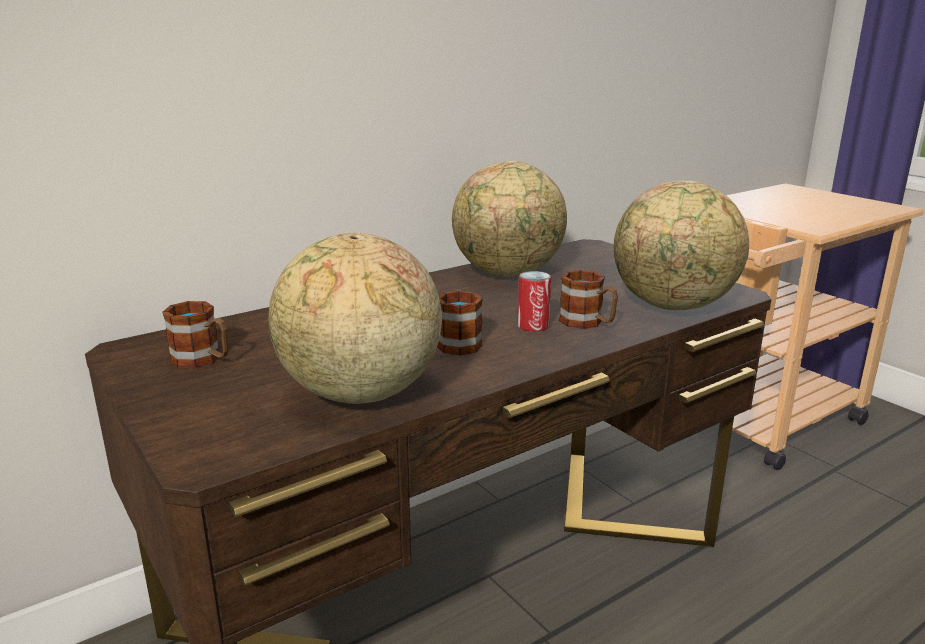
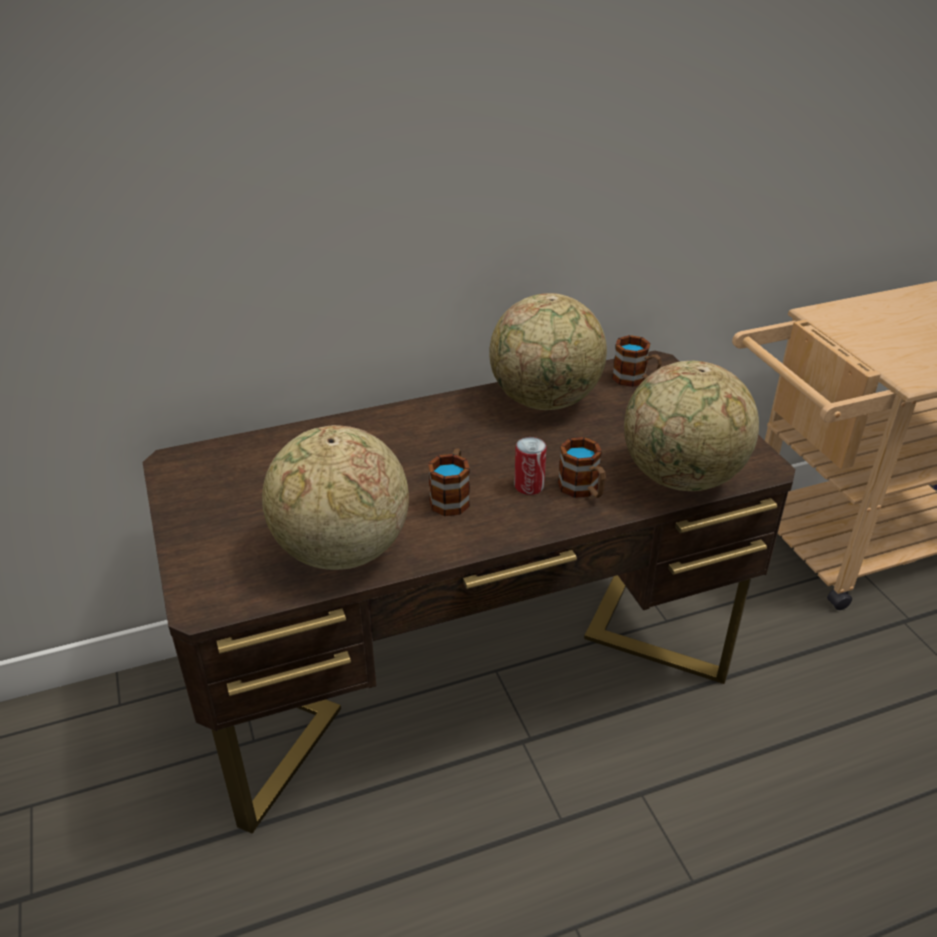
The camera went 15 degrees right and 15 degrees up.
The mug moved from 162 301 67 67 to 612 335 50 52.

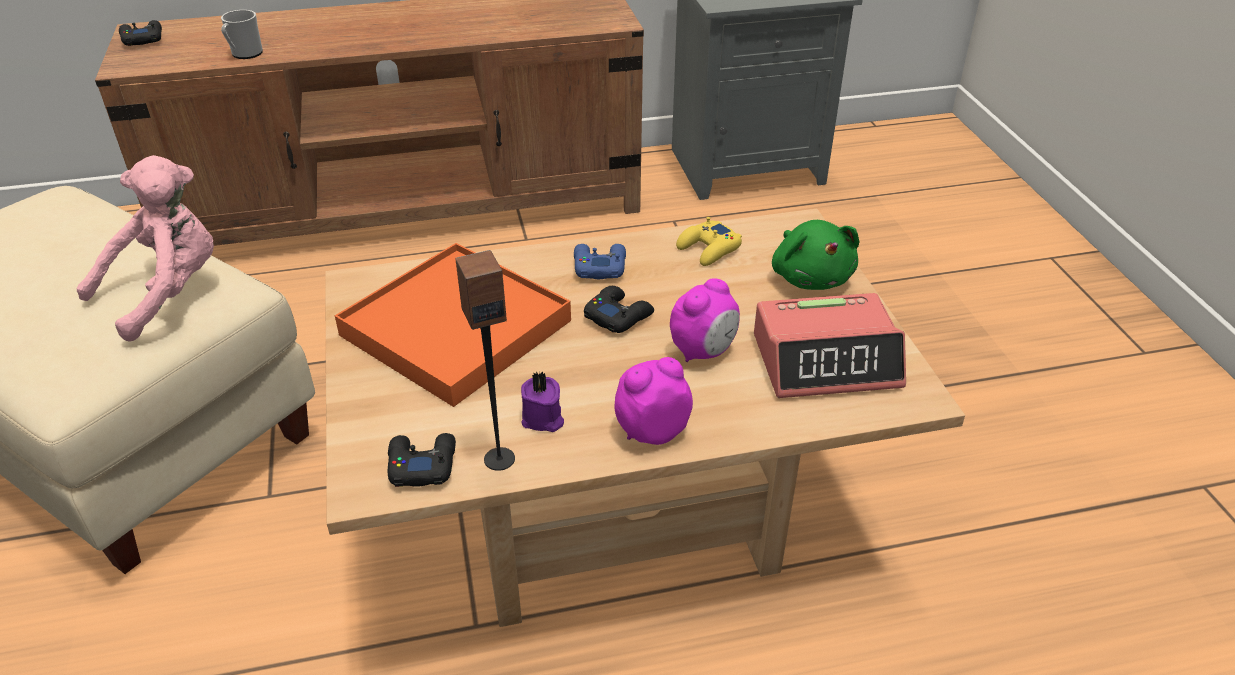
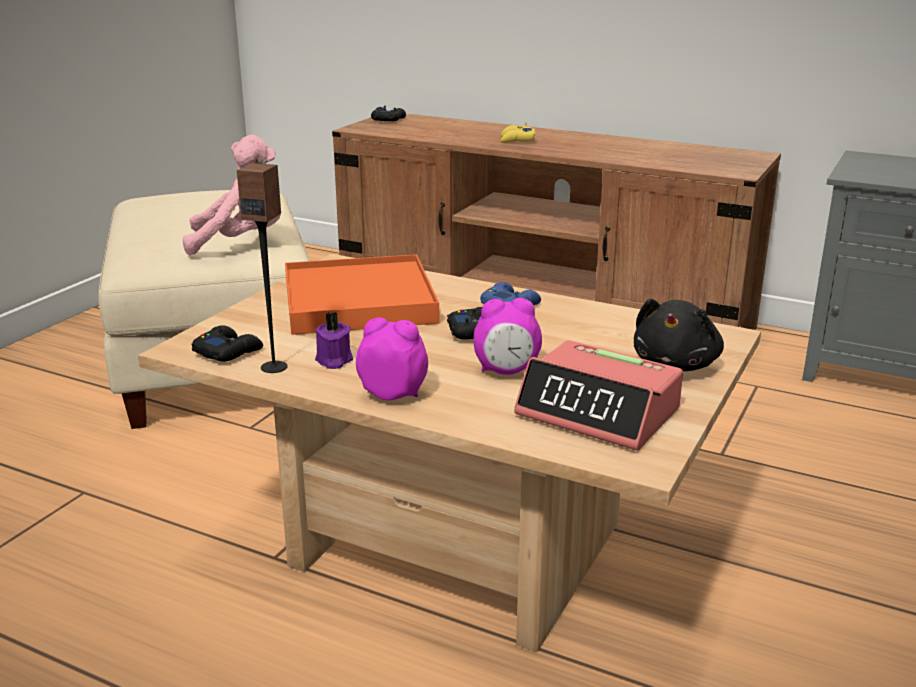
The camera went 40 degrees right and 15 degrees down.
The game controller/yellow moved from 676 217 66 49 to 500 123 35 20.
The plush toy/green at 772 220 87 70 became the plush toy/black at 634 298 90 73.
The mug at 221 10 42 49 disappeared.

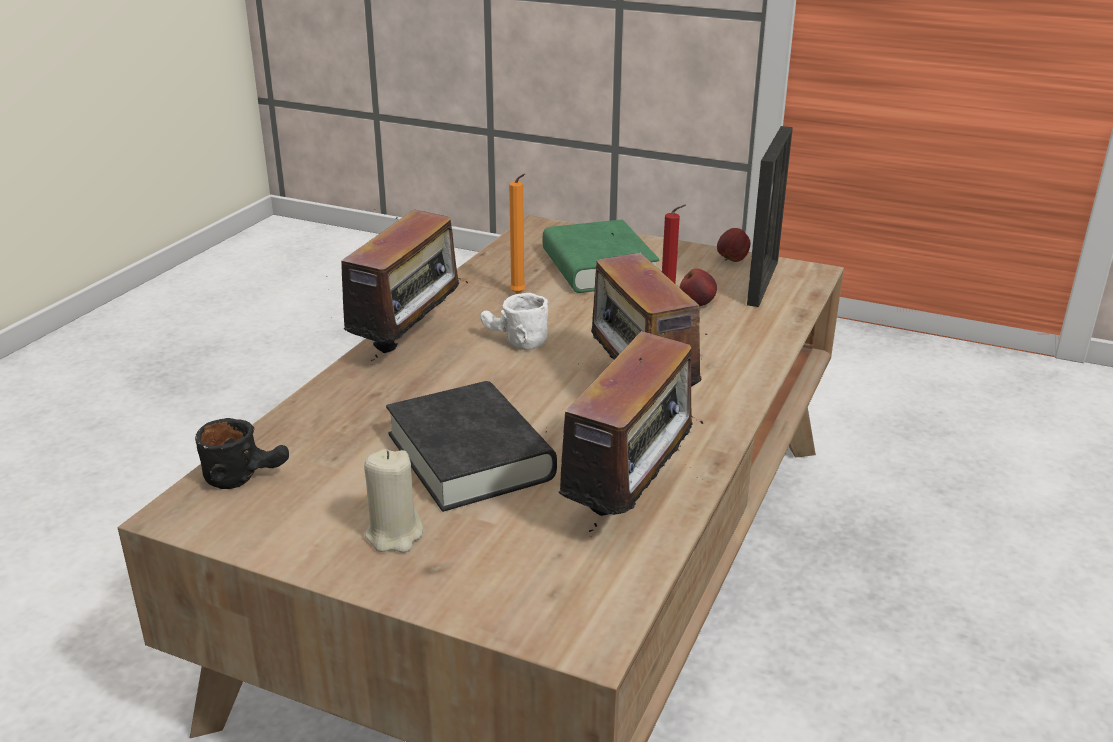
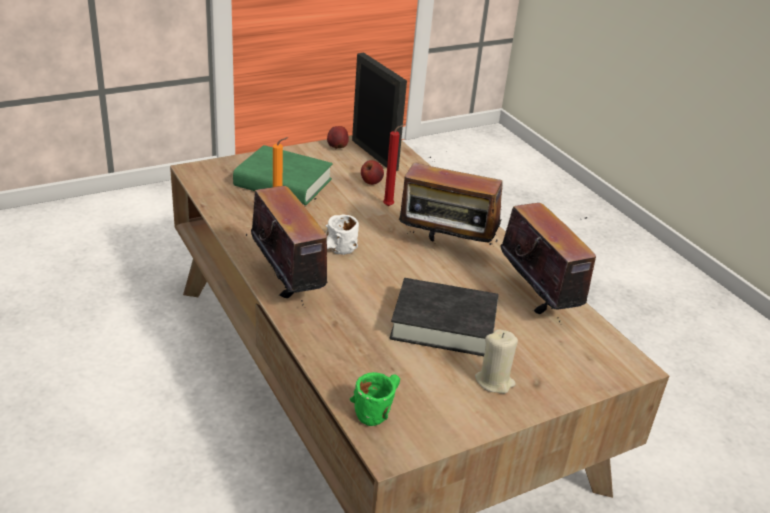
The camera went 55 degrees left and 5 degrees up.
The mug/black at 195 418 94 71 became the mug/green at 350 372 50 54.

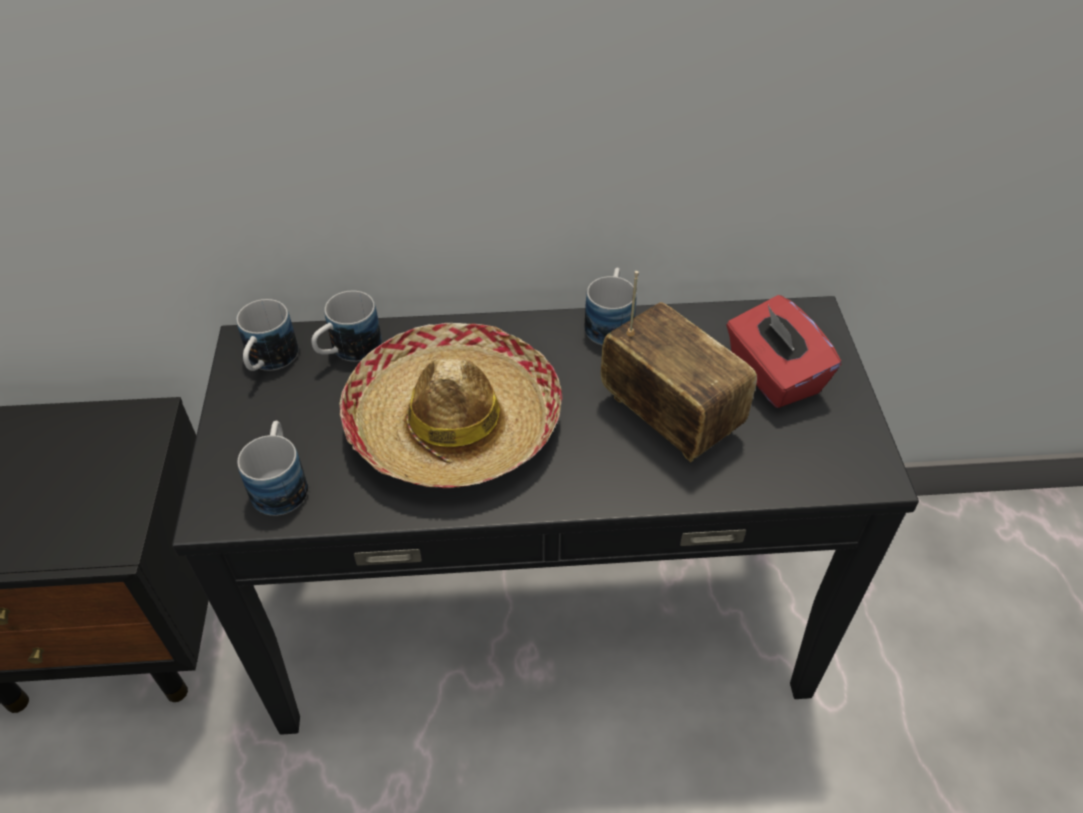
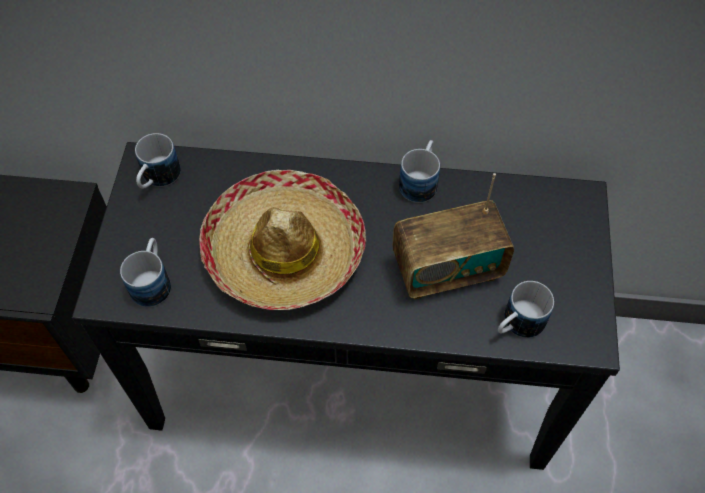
The camera went 10 degrees right and 10 degrees up.
The radio at 601 271 156 191 turned 105 degrees clockwise.
The mug moved from 311 291 71 71 to 498 281 56 57.
The tissue box/red at 726 295 115 113 disappeared.

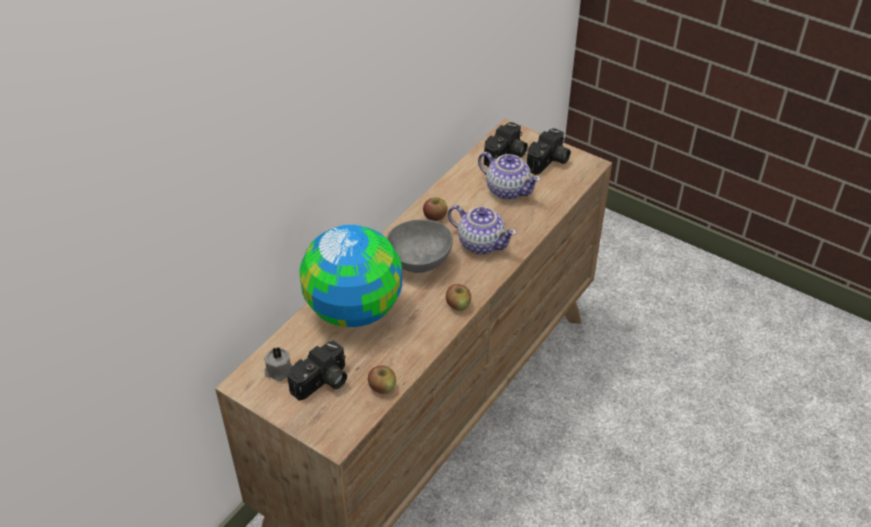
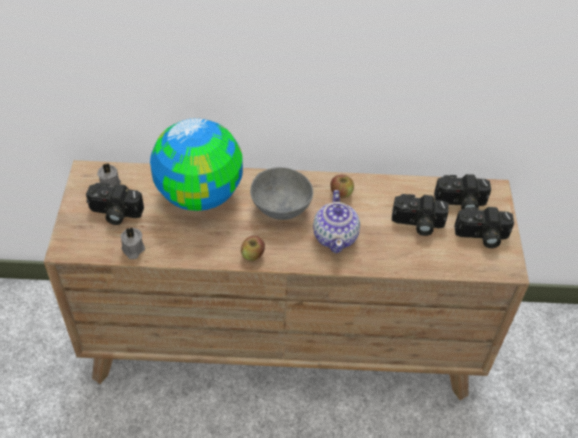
The camera went 55 degrees right and 5 degrees up.
The apple at 368 365 28 29 was replaced by the candle/grey at 121 227 24 32.
The teapot at 478 152 63 48 was replaced by the photo camera at 392 194 57 42.

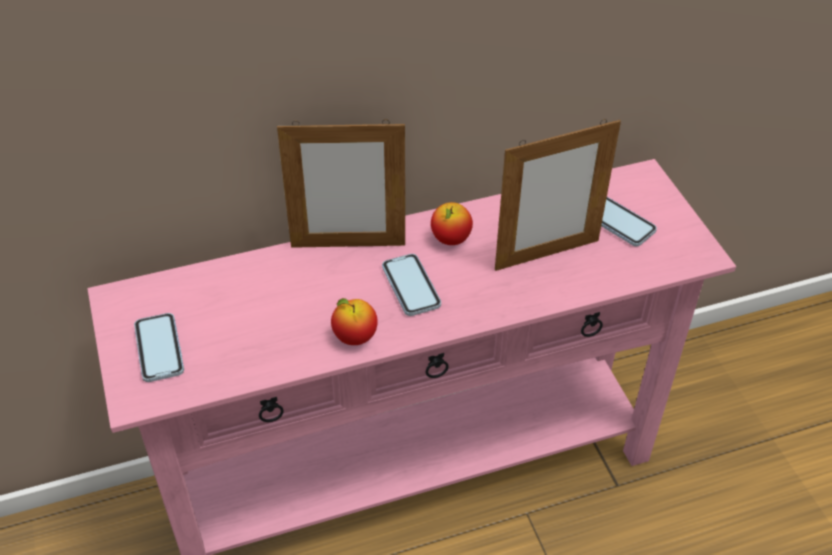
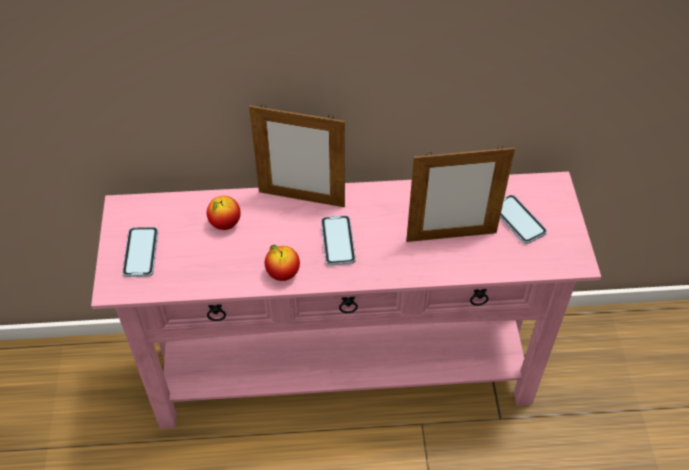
The camera went 15 degrees right and 5 degrees up.
The apple moved from 431 202 42 43 to 207 196 34 34.

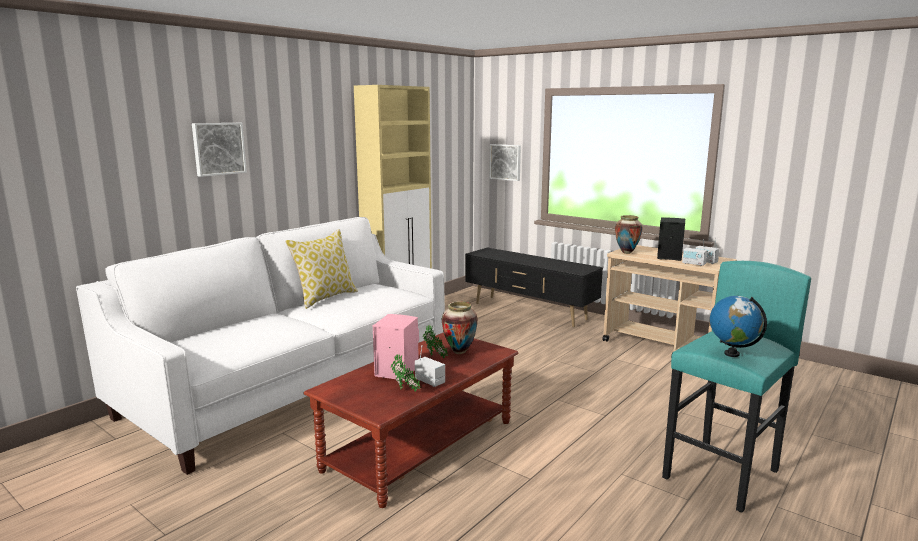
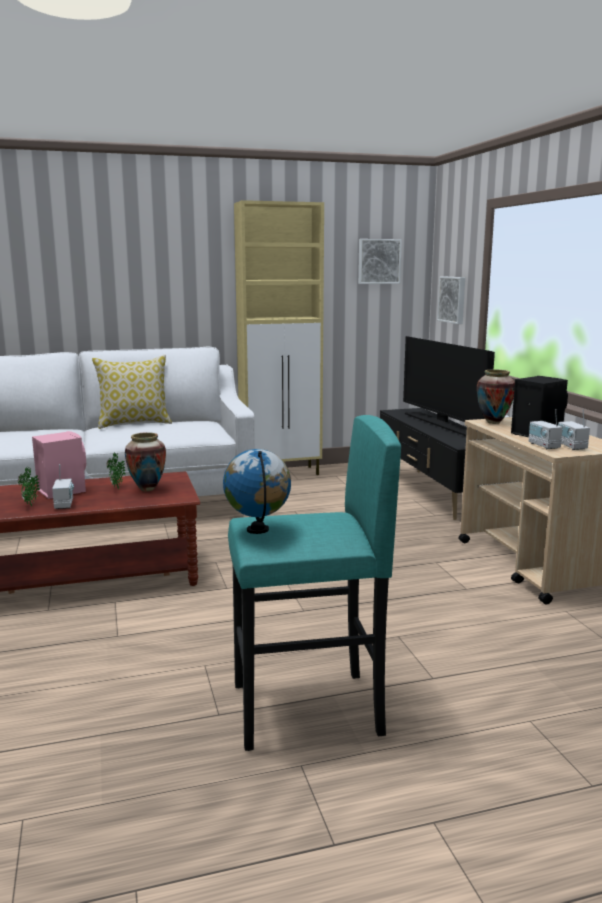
The camera went 35 degrees right and 0 degrees up.
The picture moved from 192 123 55 54 to 358 239 44 45.
The television at 403 336 92 100 appeared.

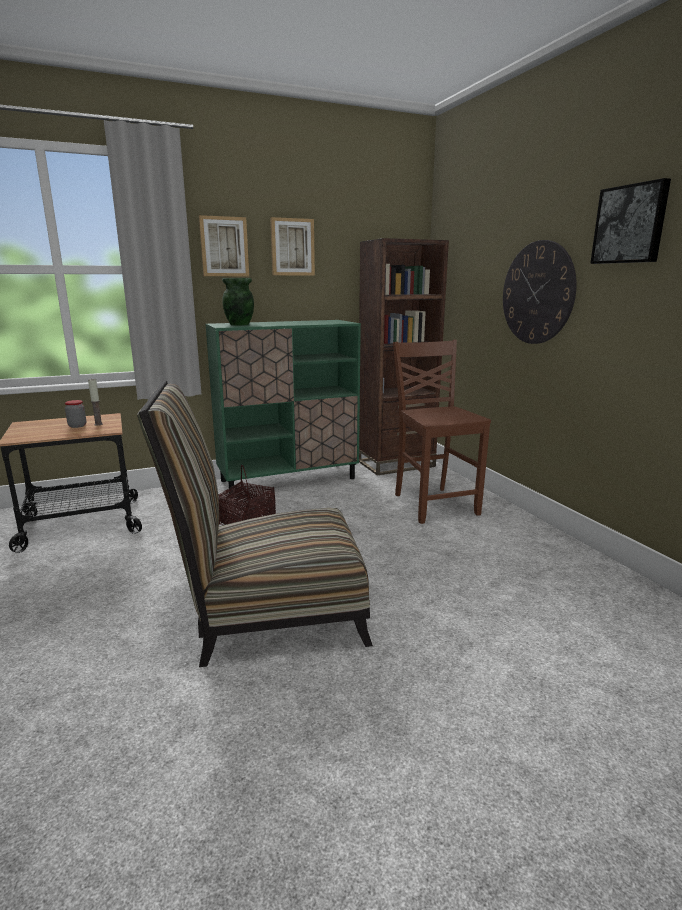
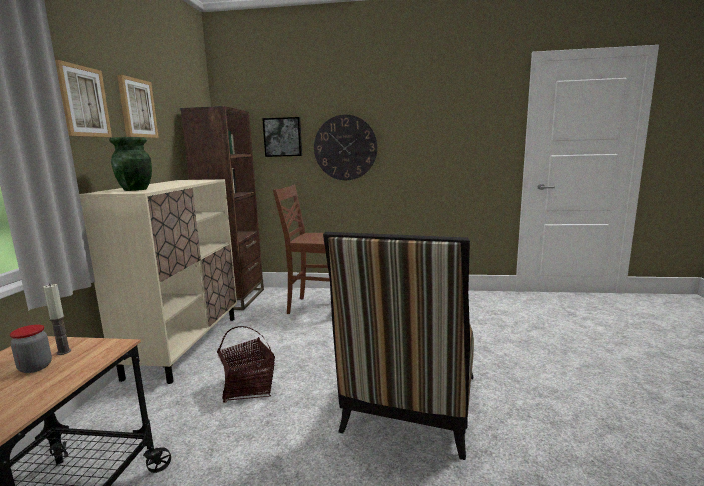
The camera went 60 degrees left and 5 degrees down.
The cabinet/green at 205 320 156 173 became the cabinet/beige at 79 179 158 205.
The picture moved from 590 178 81 86 to 262 117 40 40.

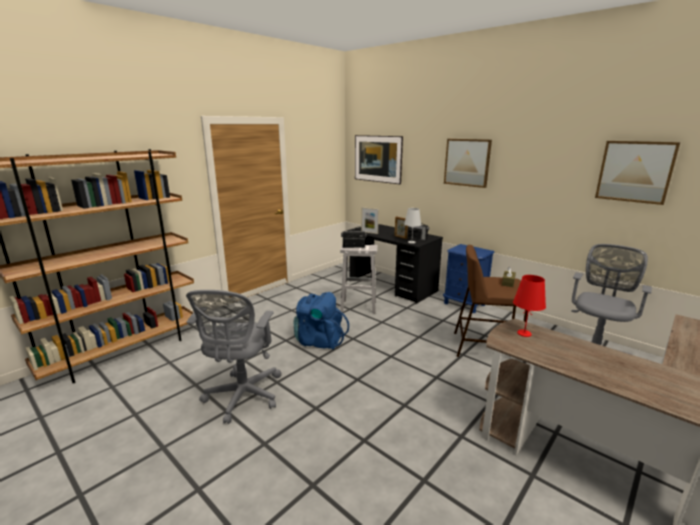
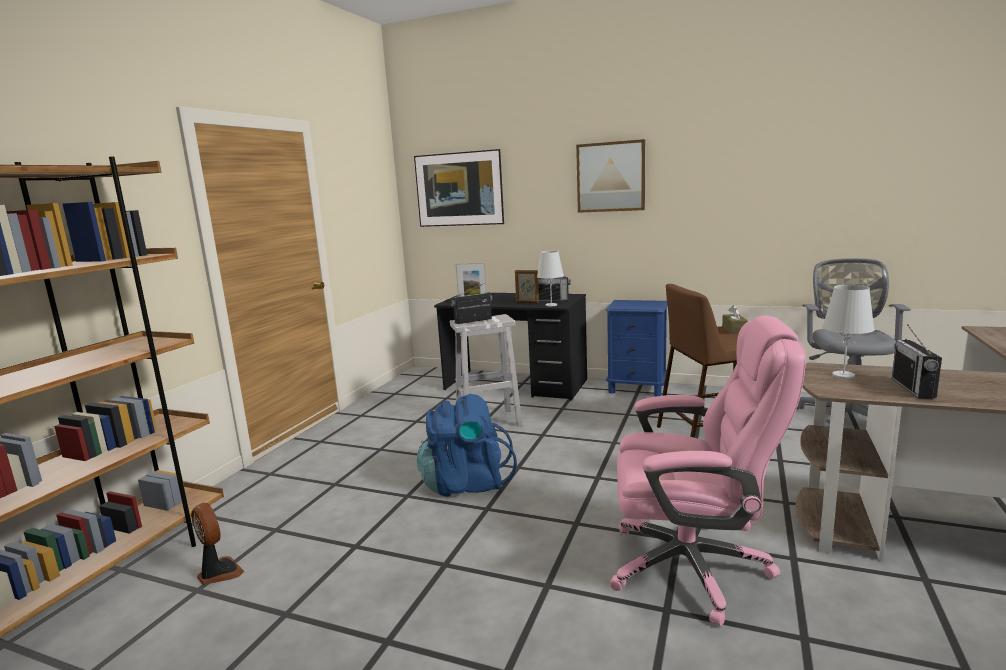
The camera went 20 degrees left and 5 degrees down.
The fan at 191 503 54 82 appeared.
The office chair/pink at 610 315 196 311 appeared.
The table lamp/red at 513 275 33 62 became the table lamp/white at 822 285 53 94.
The radio at 892 324 50 75 appeared.
The office chair/grey at 186 290 95 134 disappeared.
The picture at 595 141 85 64 disappeared.

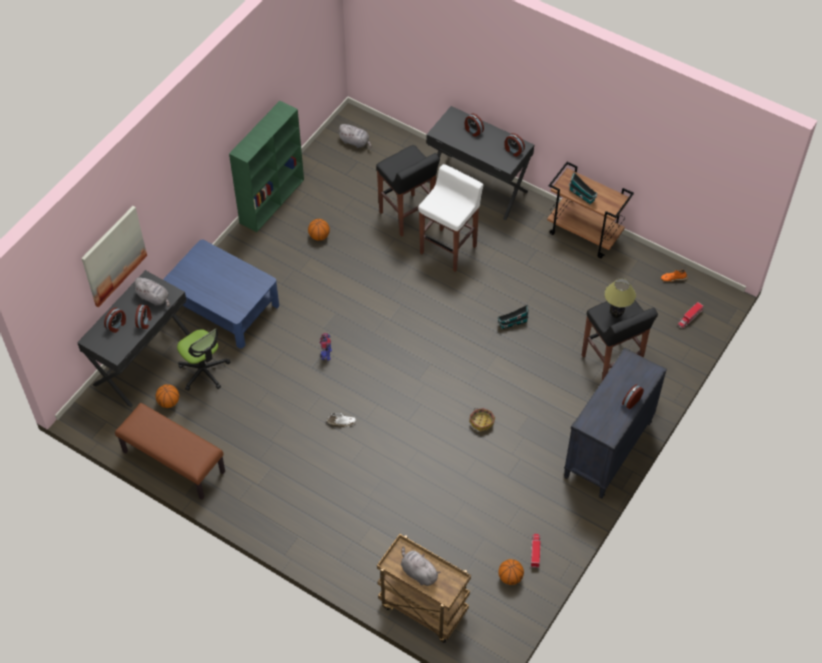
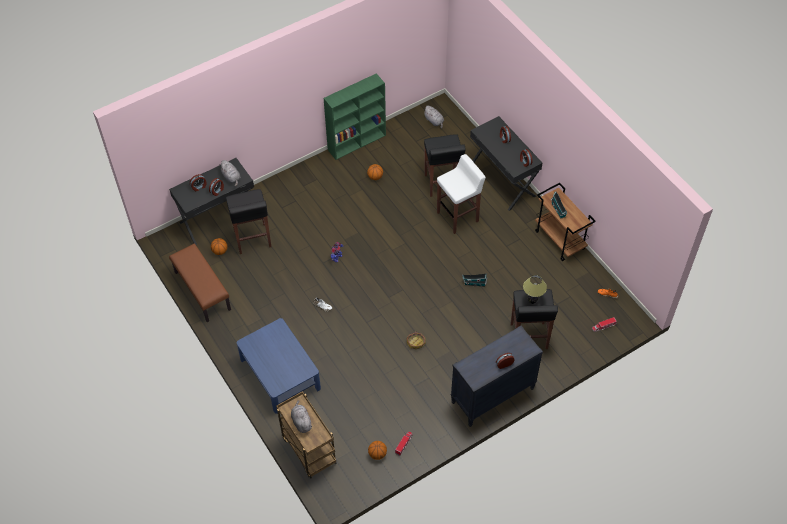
The camera went 25 degrees right and 0 degrees up.
The office chair at 177 329 53 62 was replaced by the stool/black at 226 189 45 65.
The coffee table/blue moved from 163 240 116 109 to 237 318 84 96.
The picture at 81 206 66 101 disappeared.

